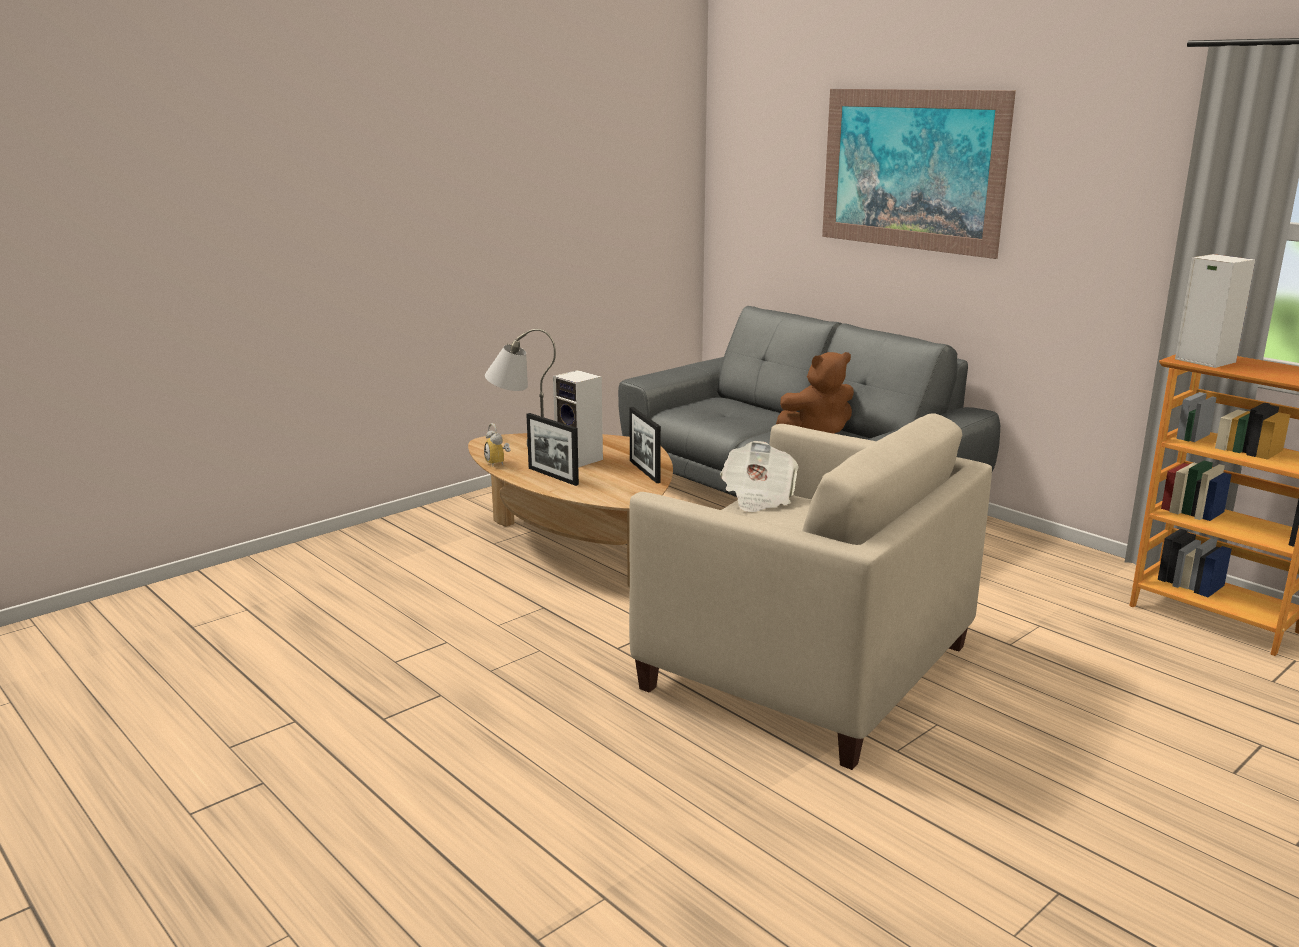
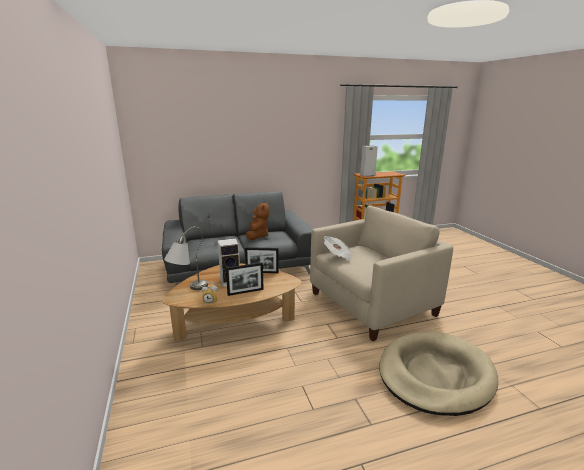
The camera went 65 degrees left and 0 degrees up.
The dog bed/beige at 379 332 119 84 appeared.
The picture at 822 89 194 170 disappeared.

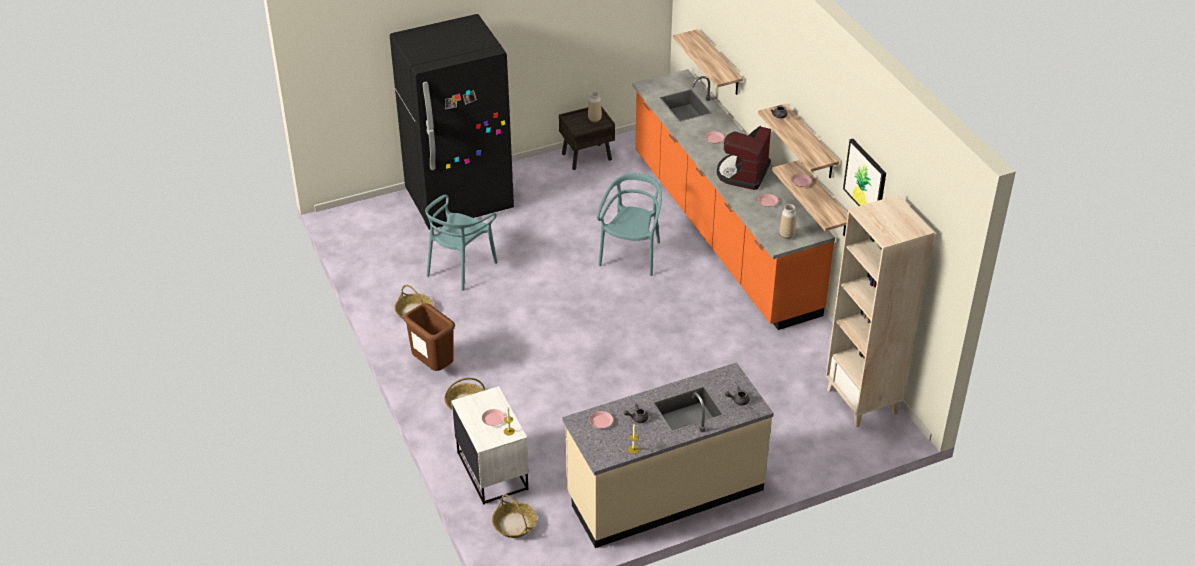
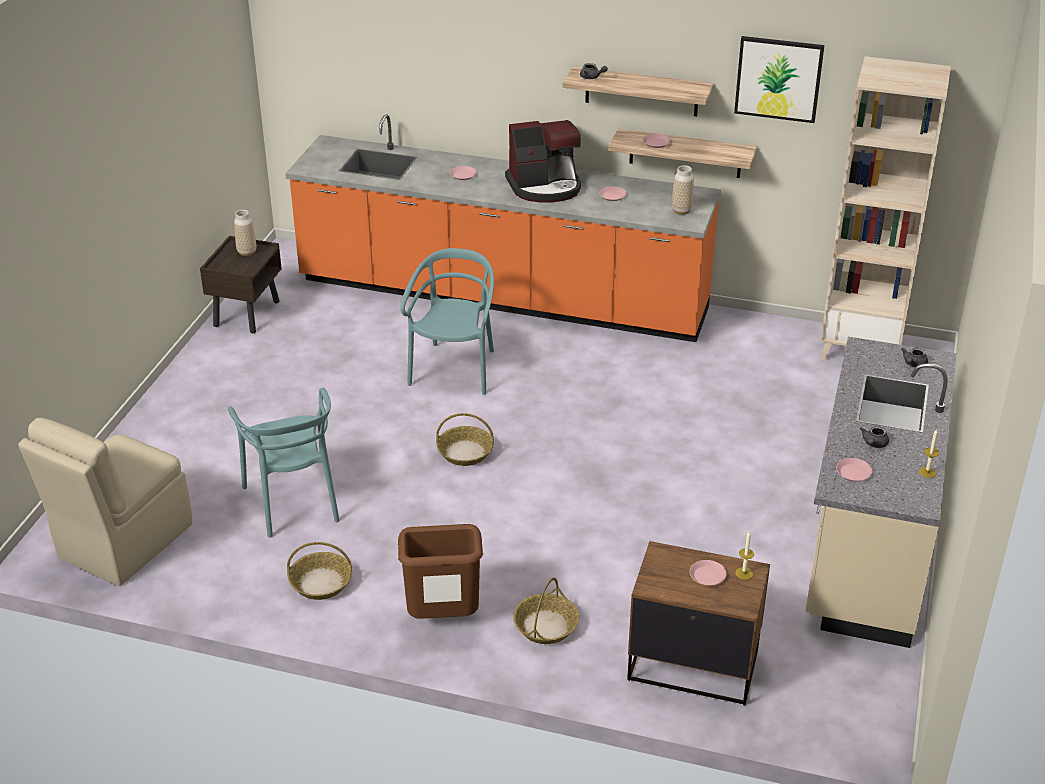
The camera went 50 degrees left and 5 degrees down.
The chair/beige at 18 418 175 168 appeared.
The chair/turquoise at 597 173 65 103 turned 45 degrees clockwise.
The basket moved from 492 494 45 44 to 436 413 58 53.
The coffee machine at 717 126 54 64 turned 75 degrees counterclockwise.
The nightstand/white at 452 386 77 118 became the nightstand/brown at 627 541 143 165.
The fridge/black at 390 14 124 216 disappeared.
The shelf at 673 29 70 66 disappeared.

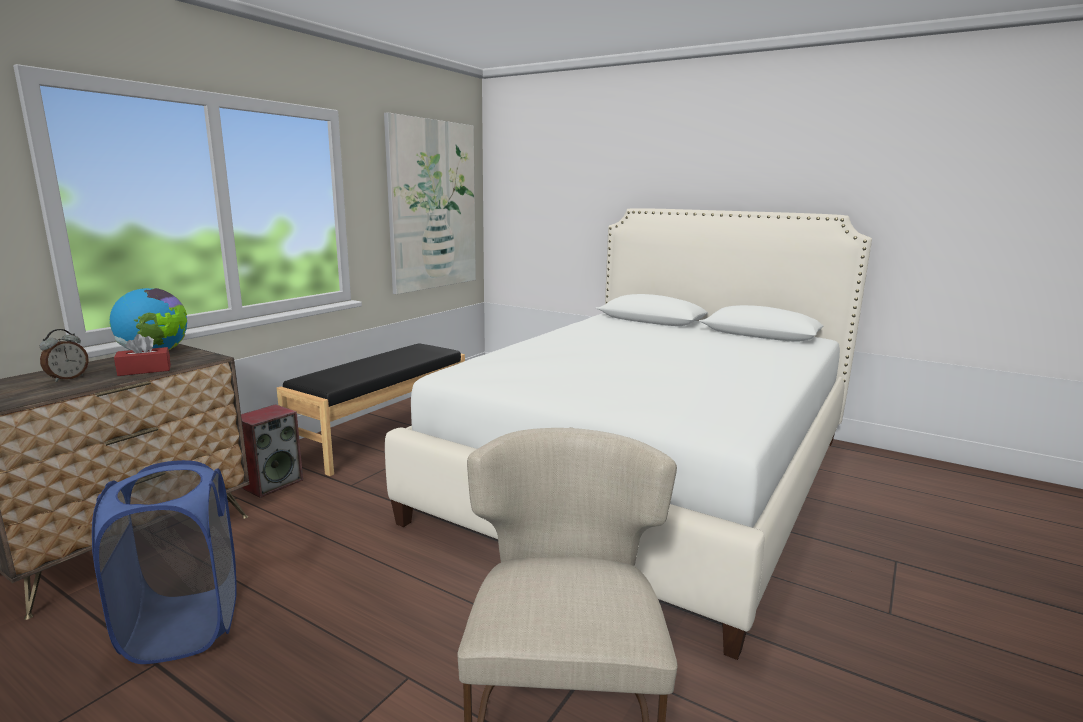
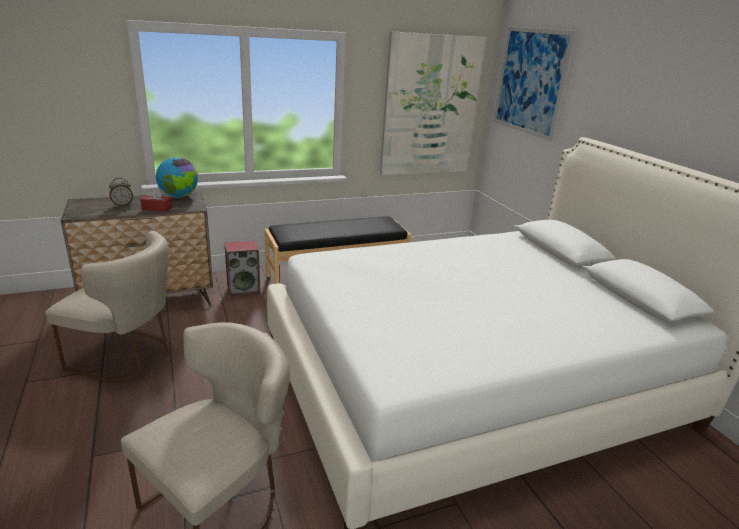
The camera went 35 degrees right and 10 degrees up.
The laundry basket/blue at 92 460 145 204 was replaced by the chair/beige at 45 231 124 150.
The picture at 494 27 81 114 appeared.

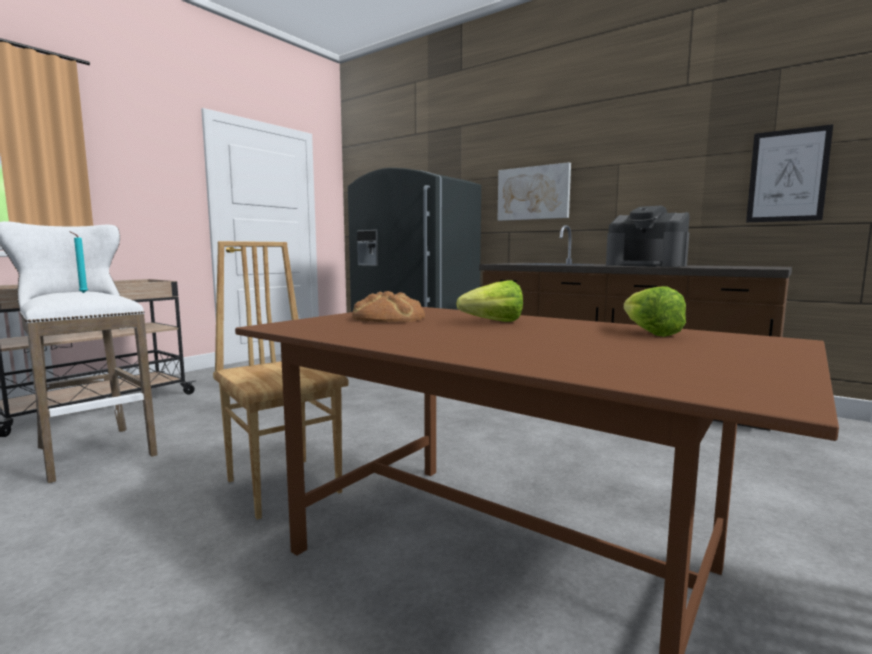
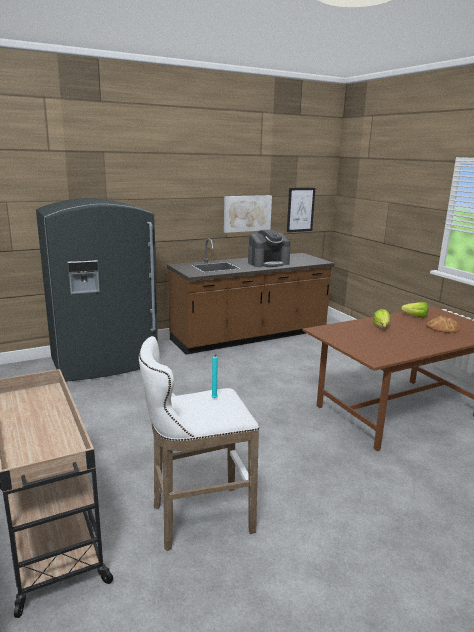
The camera went 65 degrees left and 10 degrees up.
The picture moved from 498 162 73 59 to 224 195 48 38.
The bread moved from 352 291 73 31 to 426 316 34 17.
The chair/brown at 213 241 136 279 disappeared.

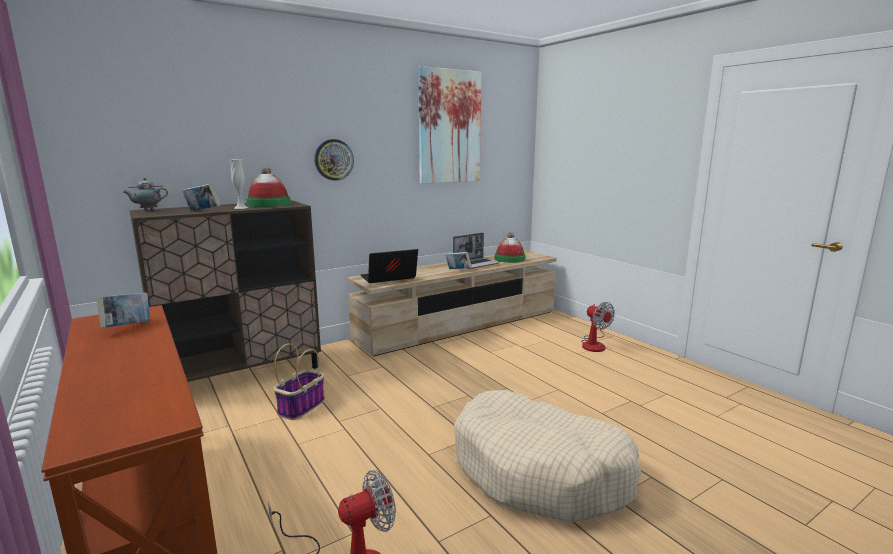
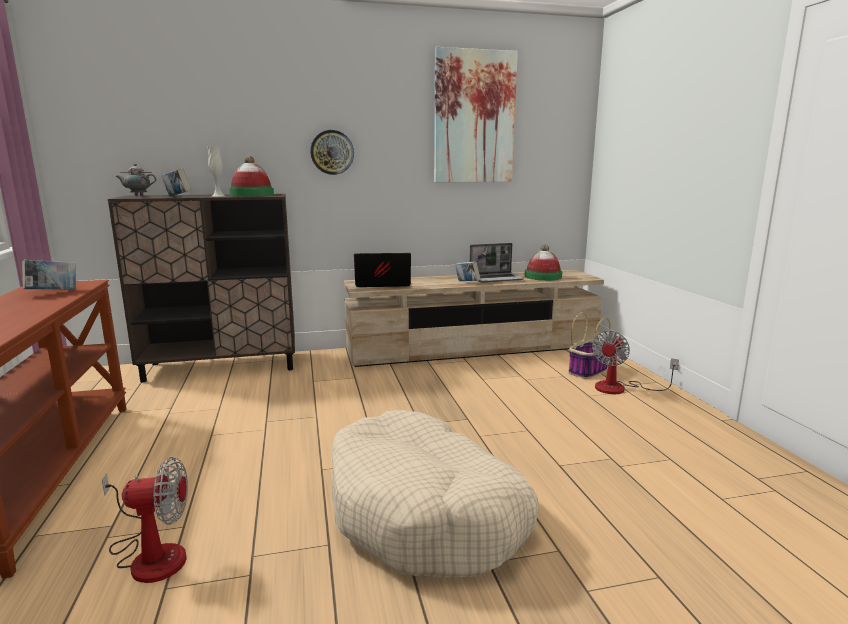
The camera went 20 degrees right and 0 degrees up.
The basket moved from 273 343 52 77 to 569 312 42 67.
The fan at 581 302 34 50 turned 45 degrees clockwise.

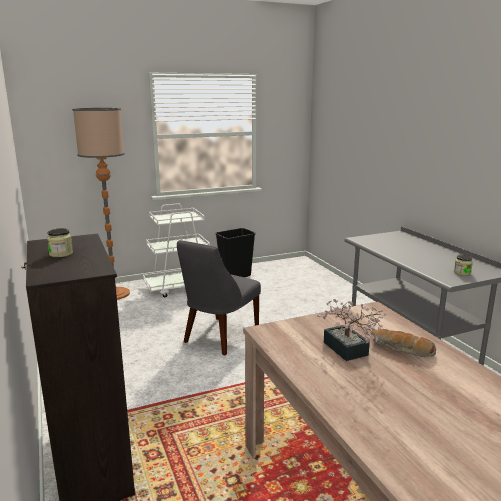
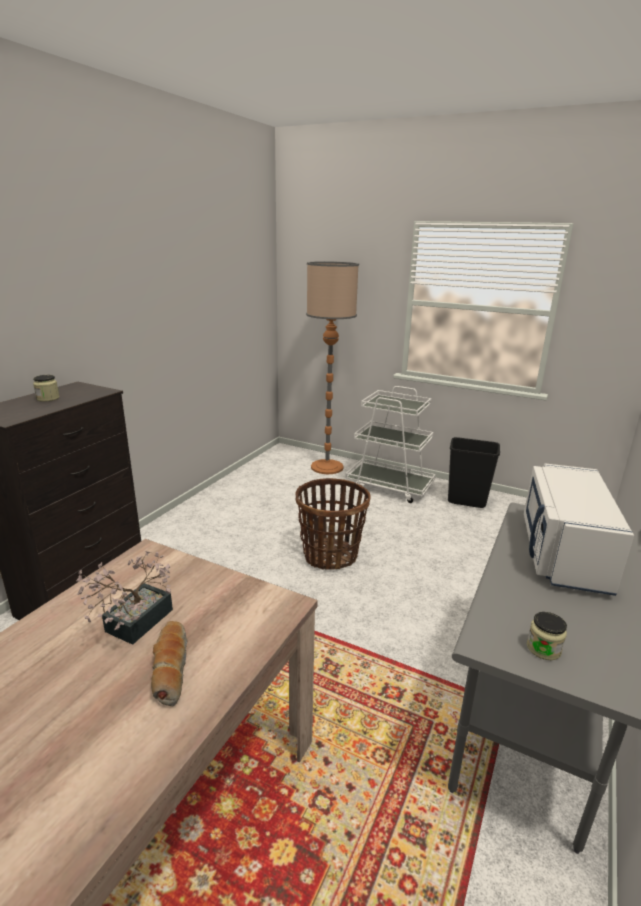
The camera went 50 degrees right and 5 degrees up.
The chair/grey at 177 240 84 115 was replaced by the basket at 295 478 76 92.
The microwave/white at 524 463 110 133 appeared.

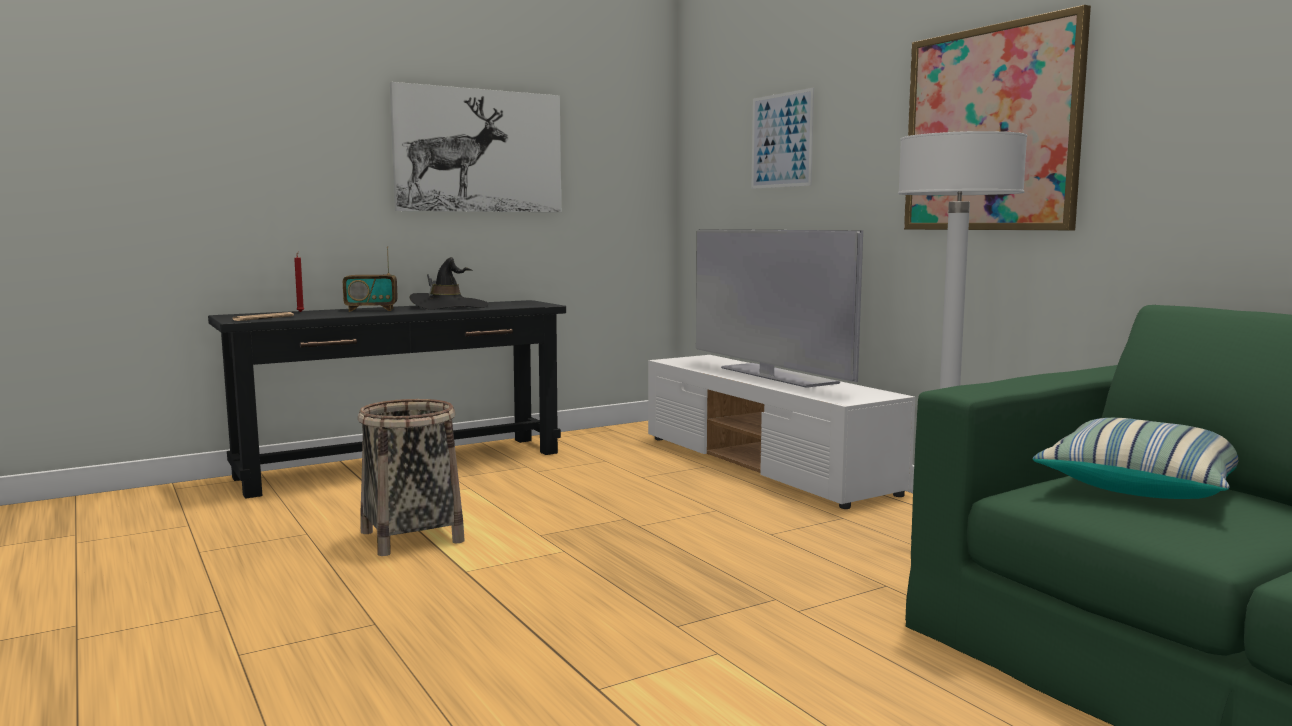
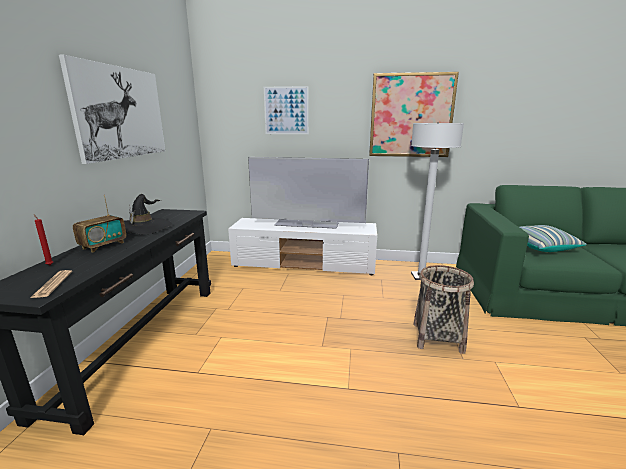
The camera went 50 degrees left and 10 degrees up.
The basket moved from 358 399 106 157 to 413 265 61 89.

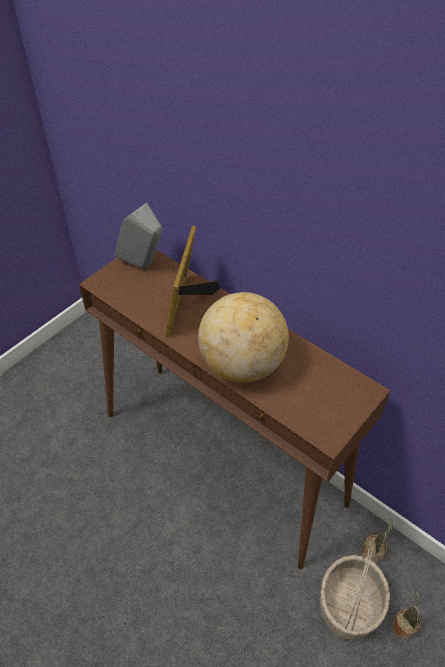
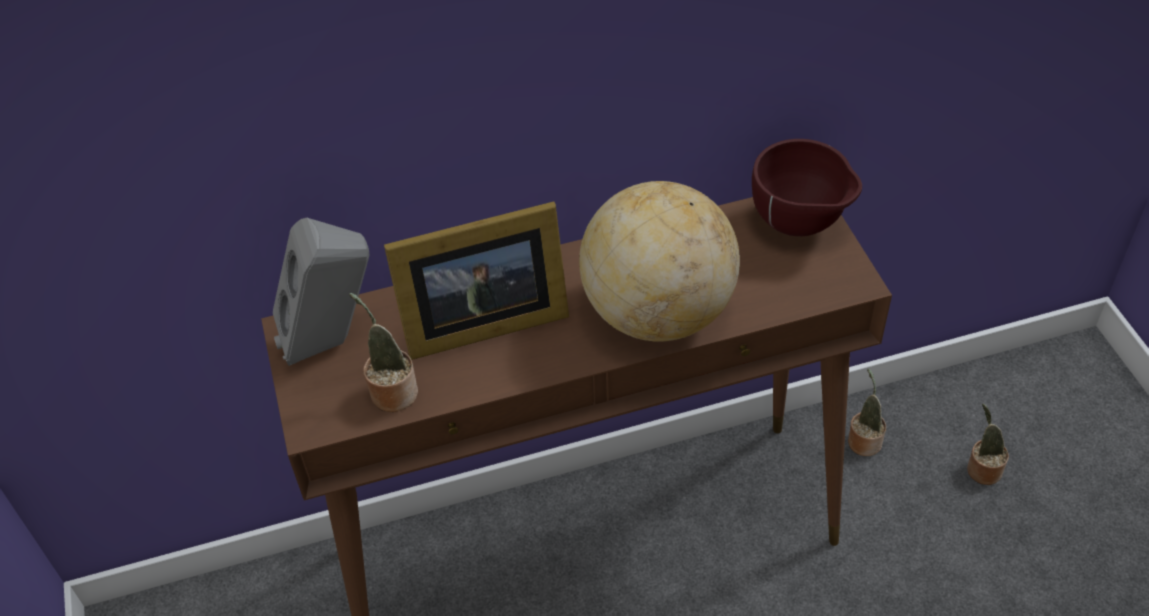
The camera went 55 degrees left and 0 degrees up.
The potted plant at 349 293 69 119 appeared.
The picture frame at 165 226 55 112 turned 60 degrees counterclockwise.
The bowl/brown at 752 139 110 97 appeared.
The basket at 320 548 70 92 disappeared.

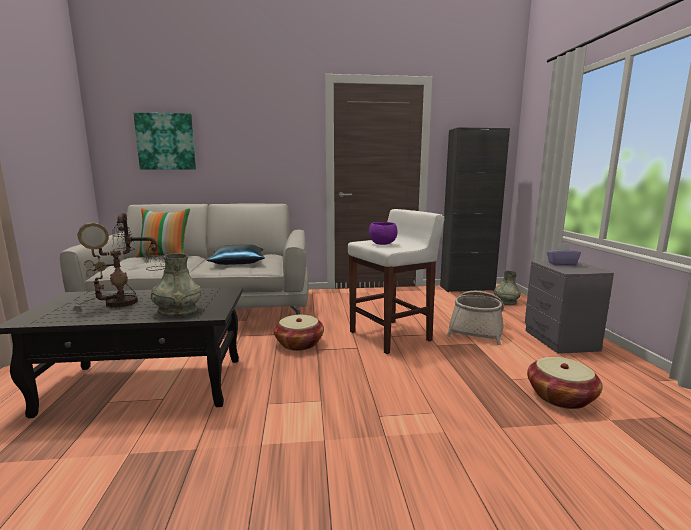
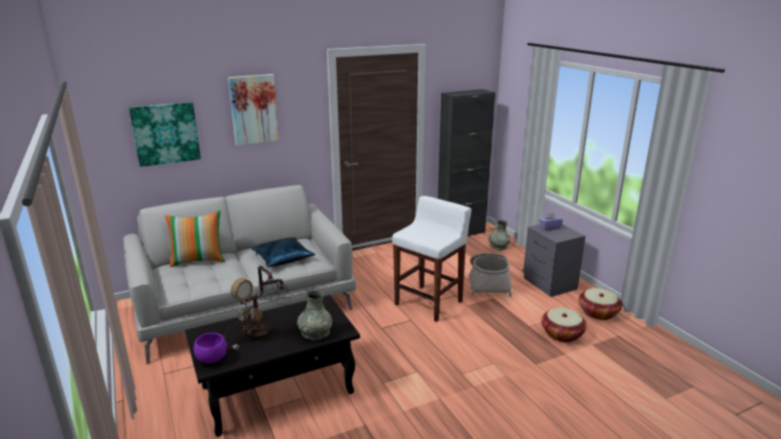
The camera went 20 degrees left and 10 degrees up.
The bowl/purple moved from 369 222 29 23 to 194 333 33 31.
The picture at 228 74 51 71 appeared.
The basket moved from 274 315 50 36 to 579 288 43 32.

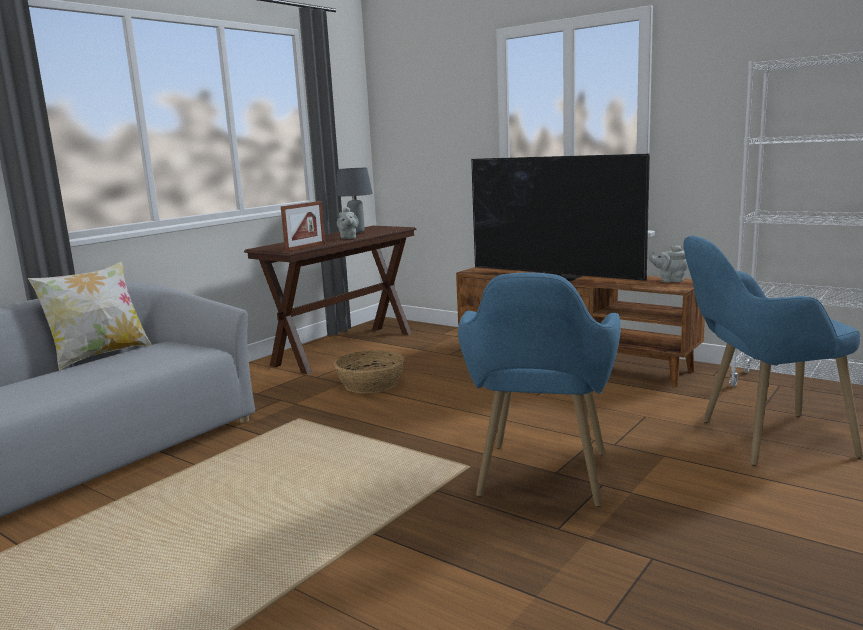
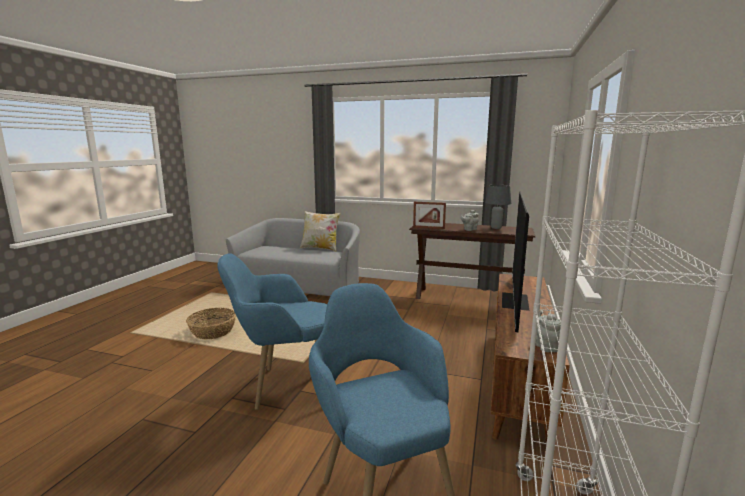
The camera went 70 degrees right and 0 degrees up.
The basket moved from 334 350 70 43 to 186 308 50 31.

